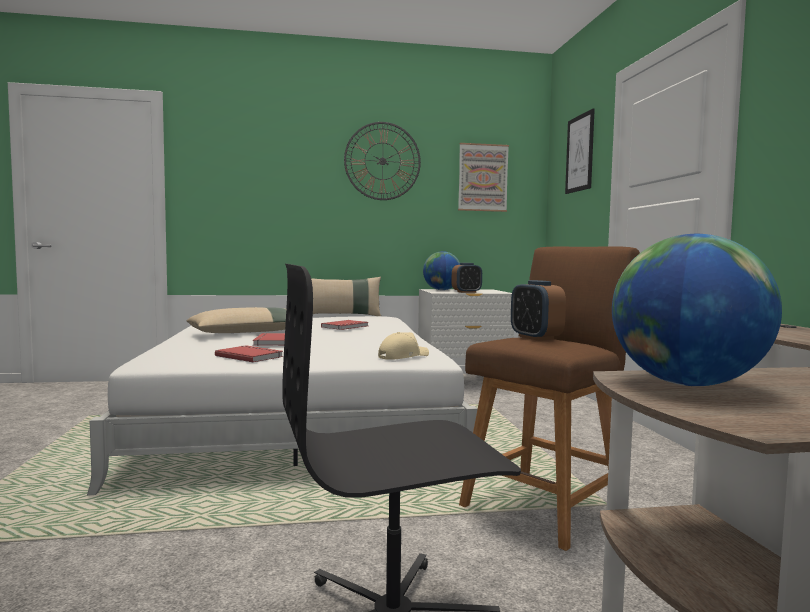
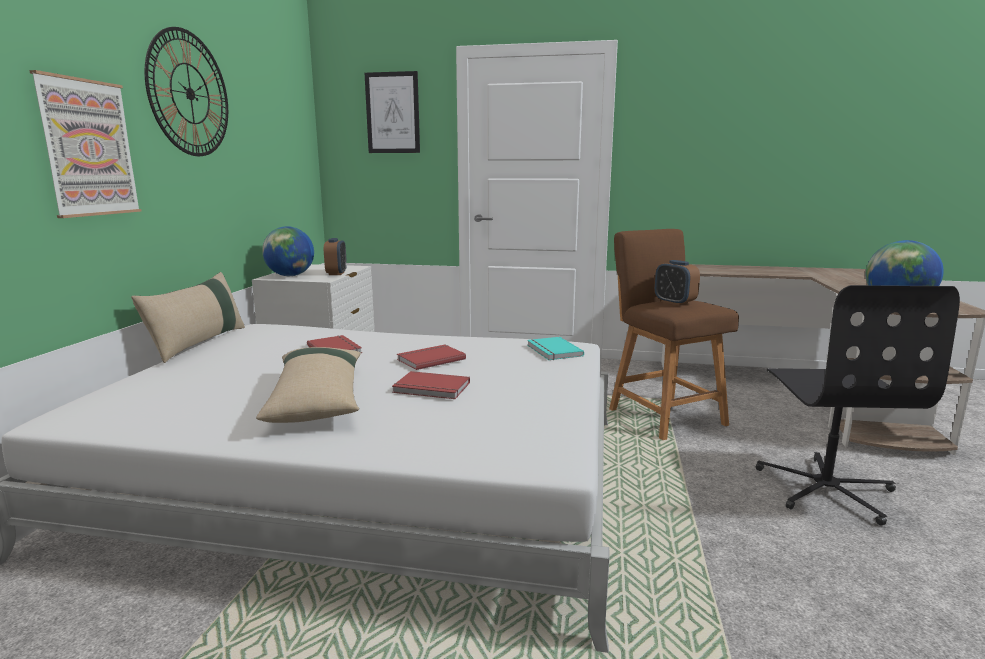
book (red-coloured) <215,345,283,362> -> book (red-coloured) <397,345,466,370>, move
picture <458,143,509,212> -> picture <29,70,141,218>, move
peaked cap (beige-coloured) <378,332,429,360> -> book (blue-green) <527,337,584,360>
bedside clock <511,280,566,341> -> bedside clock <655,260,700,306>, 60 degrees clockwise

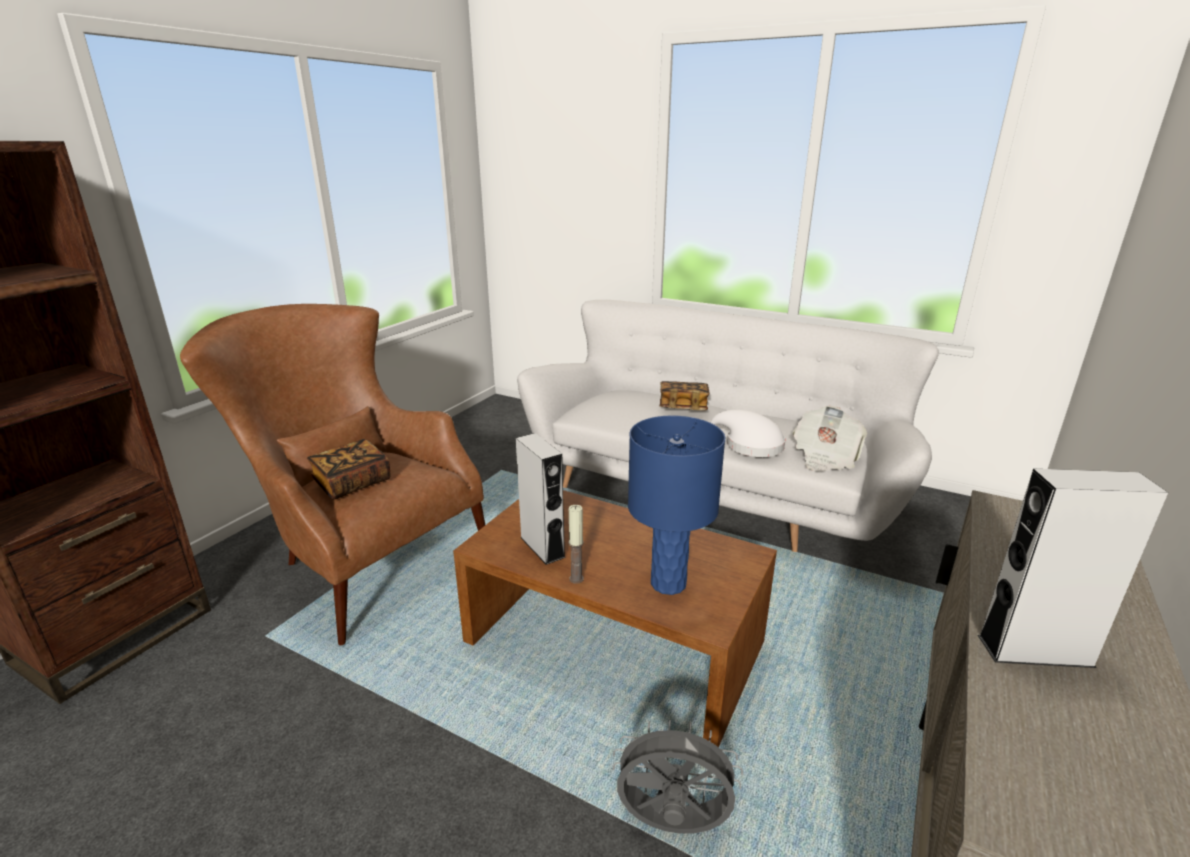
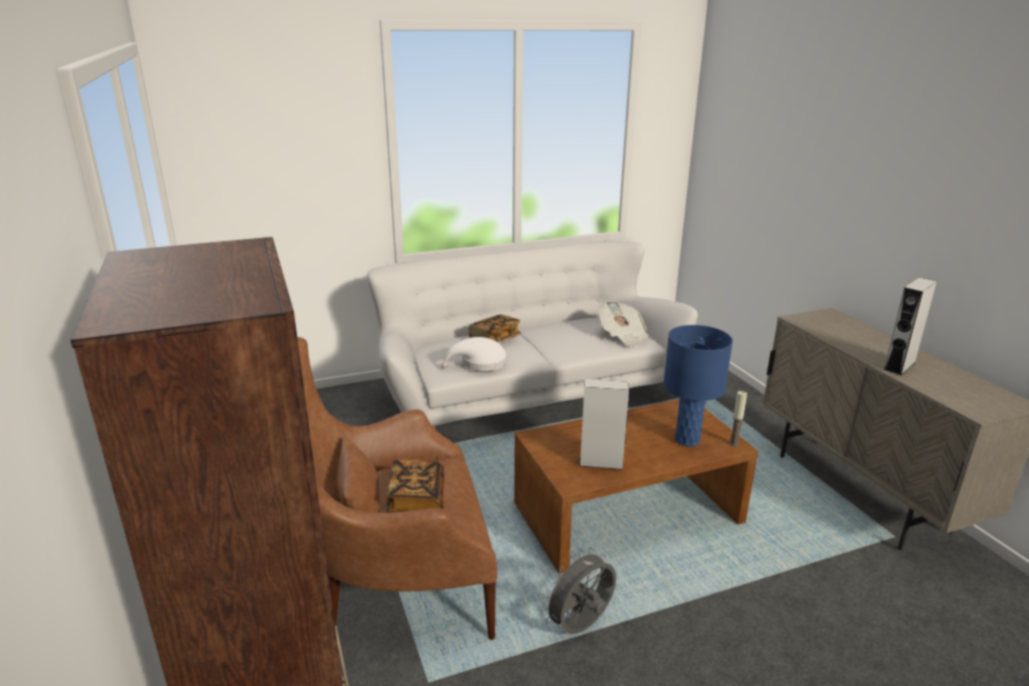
wax light <568,505,584,584> -> wax light <729,391,747,447>, move
electric fan (grey) <613,719,743,834> -> electric fan (grey) <542,547,616,634>, move
hat (white) <710,410,785,457> -> hat (white) <441,337,507,371>, move

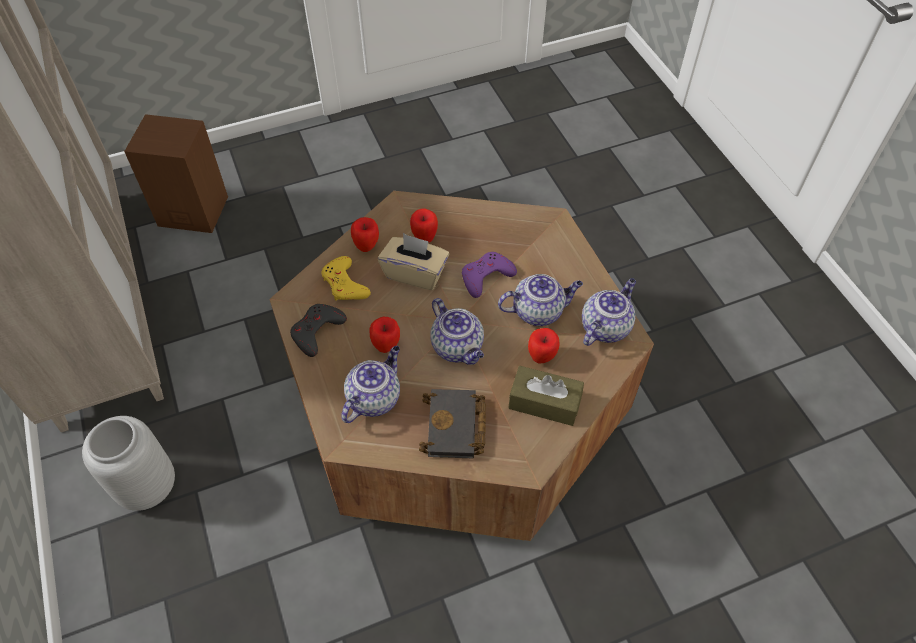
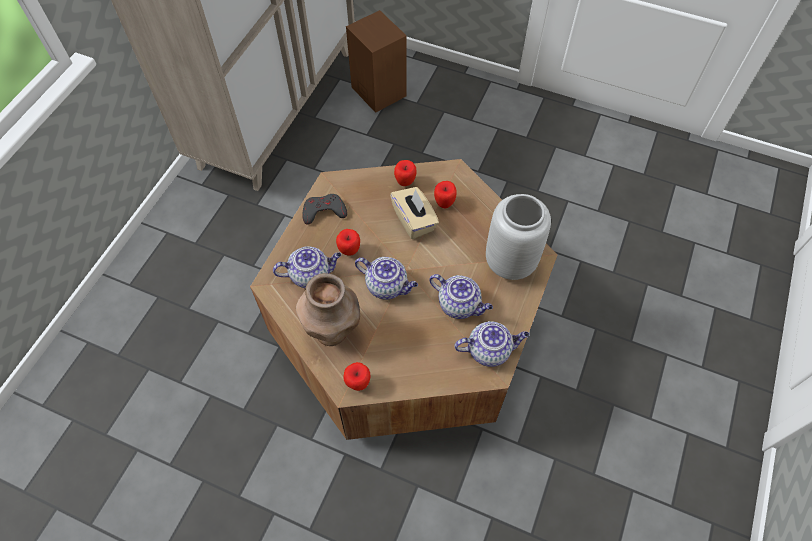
game controller (yellow-coloured) <322,256,371,301> -> none
game controller (purple-coloured) <462,252,517,298> -> none
tissue holder (brownish) <509,366,584,426> -> none
decorative vase (grey) <82,416,175,511> -> decorative vase (grey) <486,194,551,280>, move
apple fruit <528,328,560,364> -> apple fruit <343,362,370,391>, move
book (blackish) <419,389,486,458> -> decorative vase (brownish) <296,273,360,346>
tea pot <430,298,484,365> -> tea pot <355,257,418,300>, 75 degrees counterclockwise

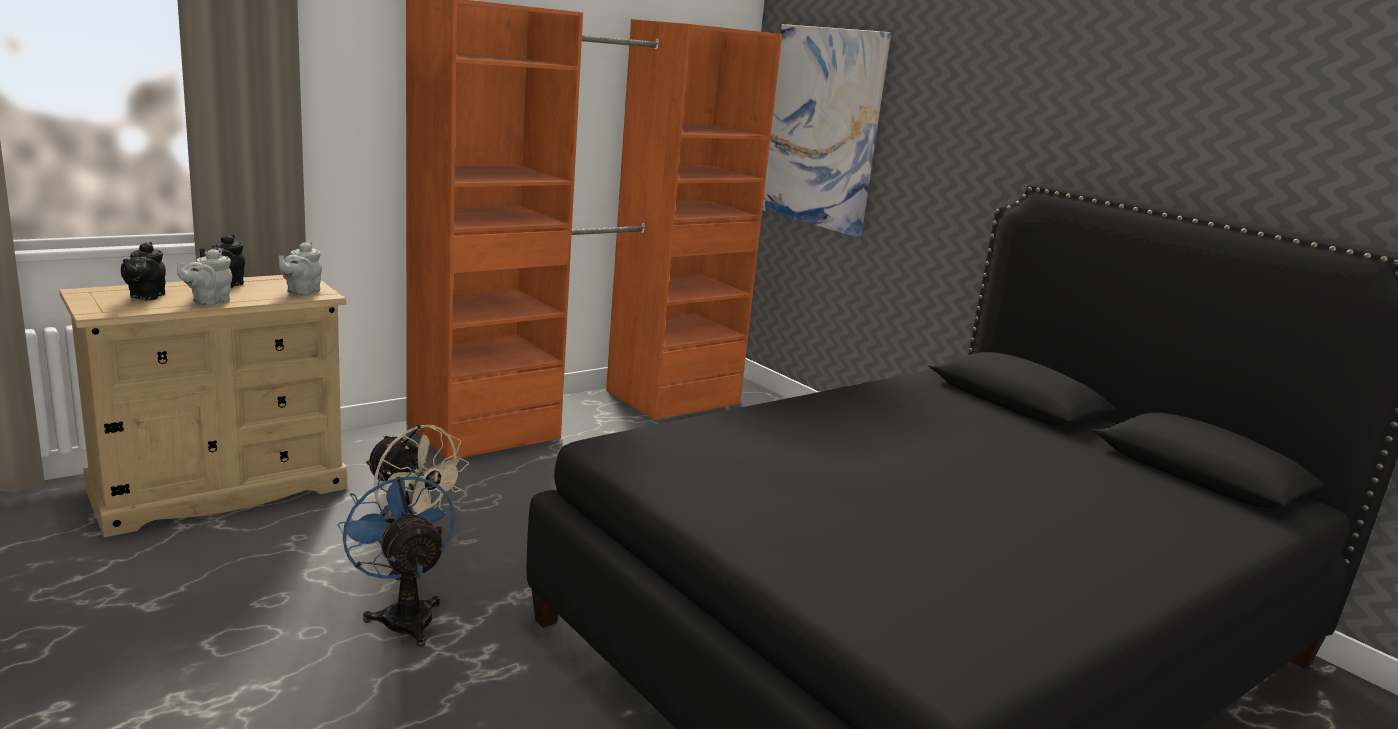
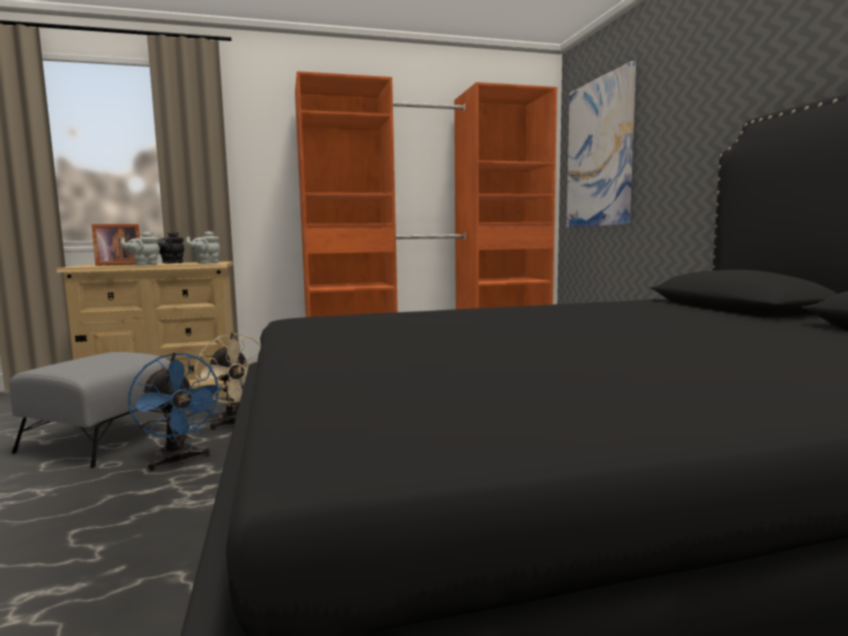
none -> footrest (grey) <9,352,170,468>
tea pot (blackish) <121,242,166,300> -> photo frame <91,224,140,266>
electric fan (bluish) <338,469,455,646> -> electric fan (bluish) <128,353,224,471>, 150 degrees clockwise

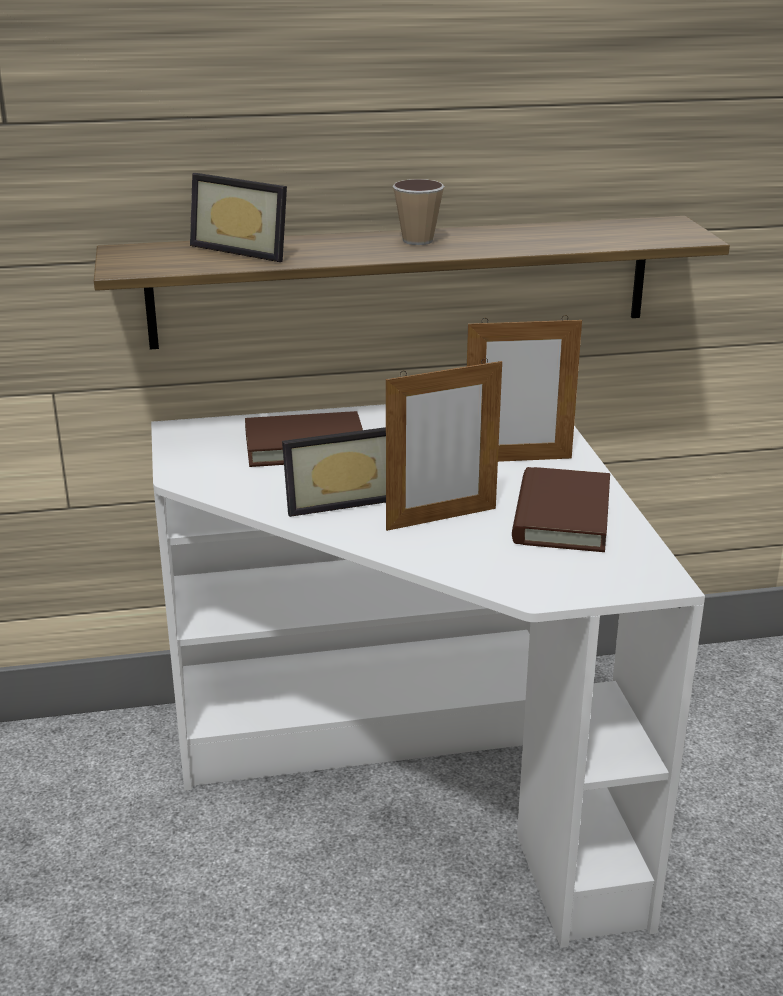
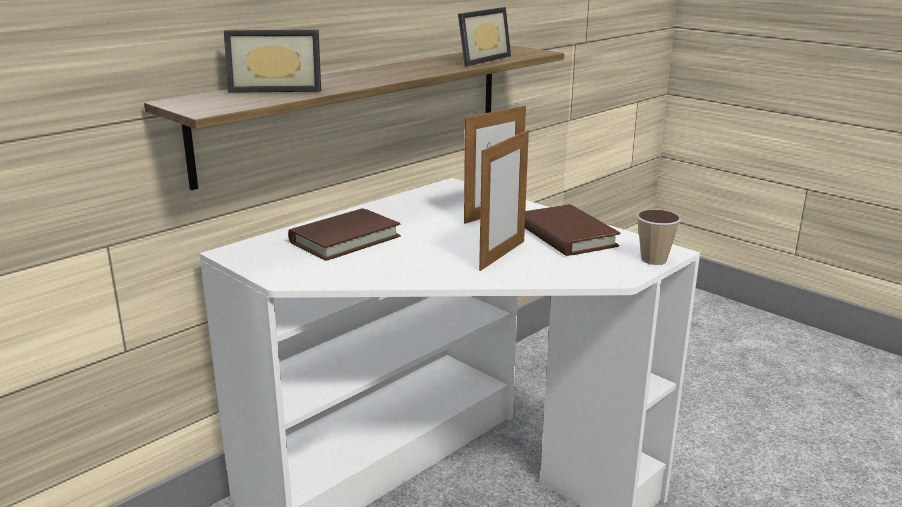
photo frame <282,427,386,517> -> photo frame <458,7,511,66>, move
cup <393,179,444,245> -> cup <637,209,681,265>, move

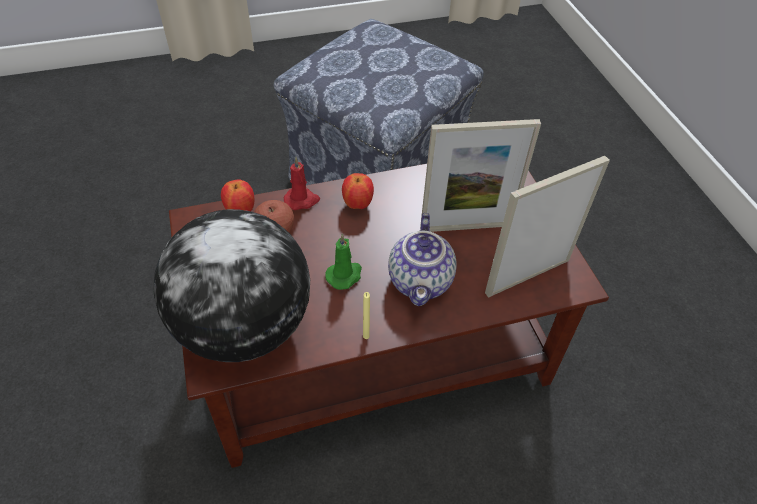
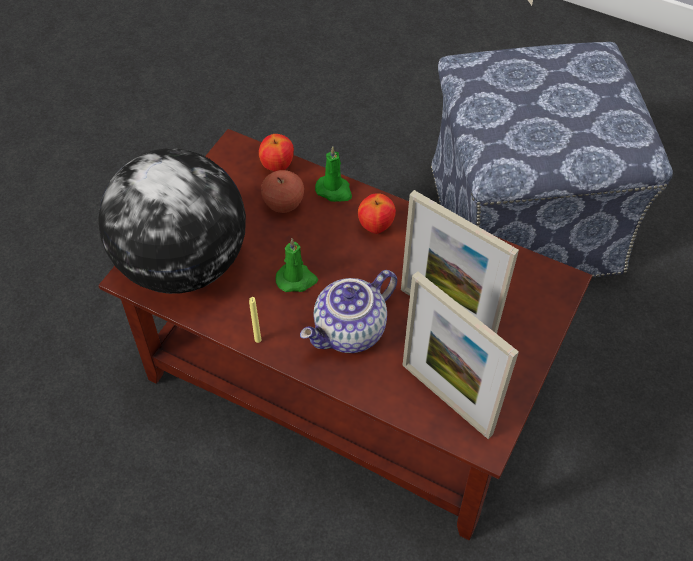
wax light (red-coloured) <284,157,320,210> -> wax light (green) <315,146,352,202>
photo frame <485,156,610,298> -> photo frame <403,271,519,439>, 150 degrees counterclockwise

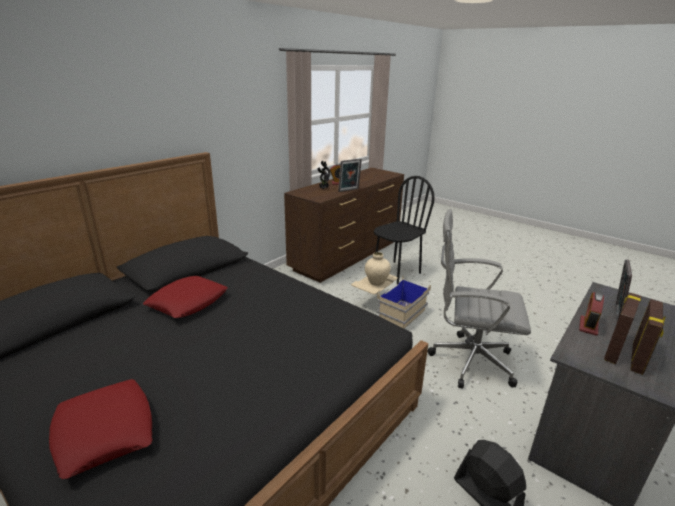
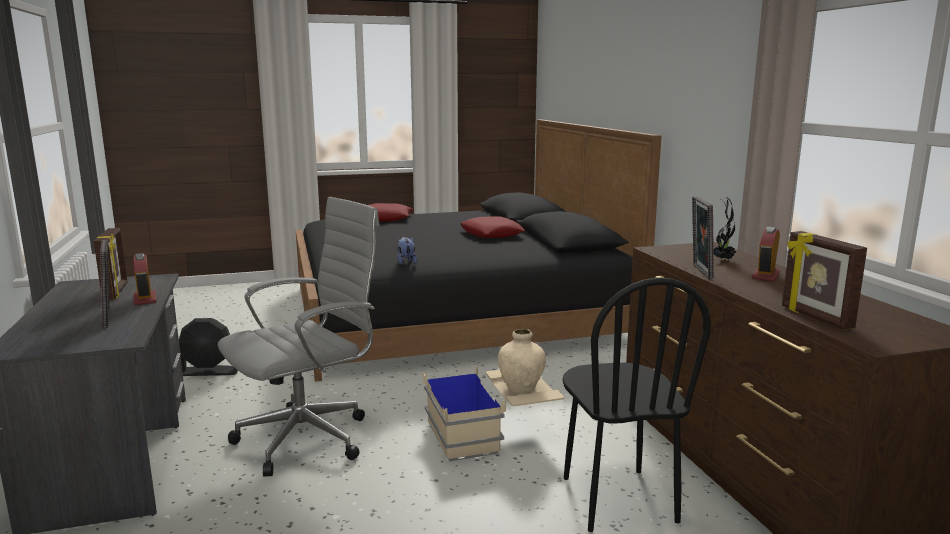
none -> soft toy <397,236,417,265>
photo frame <630,299,665,375> -> photo frame <782,231,867,330>, move

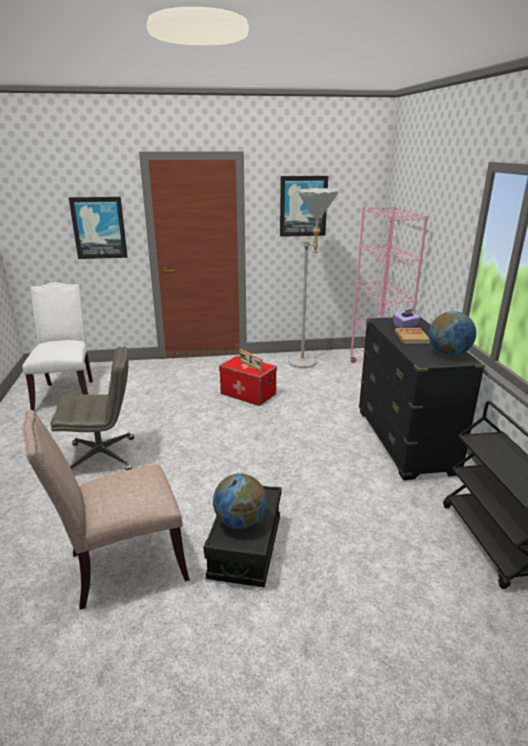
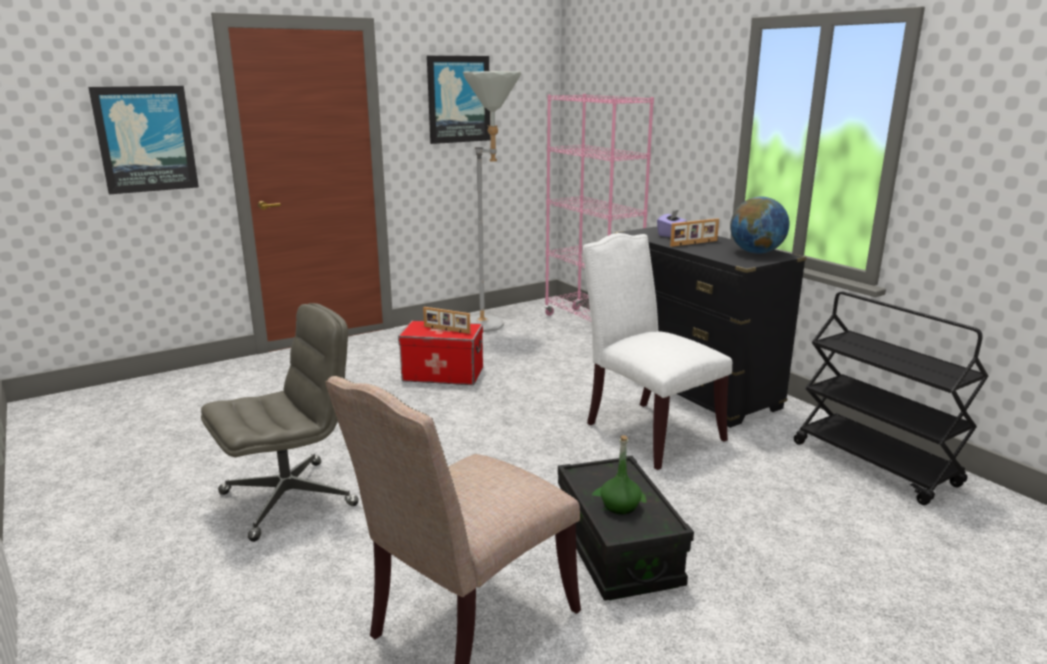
plain chair (white) <22,283,93,411> -> plain chair (white) <583,233,732,470>, move
world globe <213,473,267,529> -> bottle (green) <600,435,642,514>
book <395,328,430,344> -> photo frame <670,218,719,247>

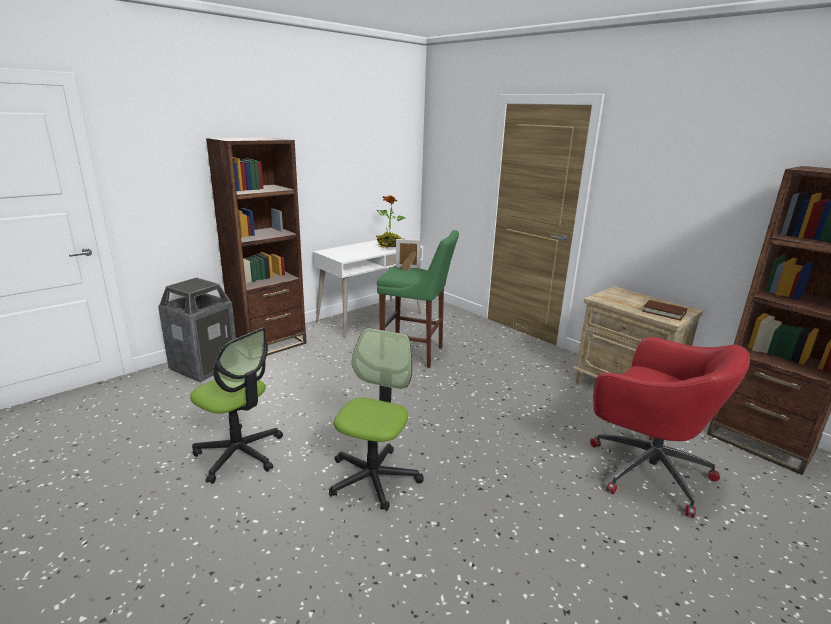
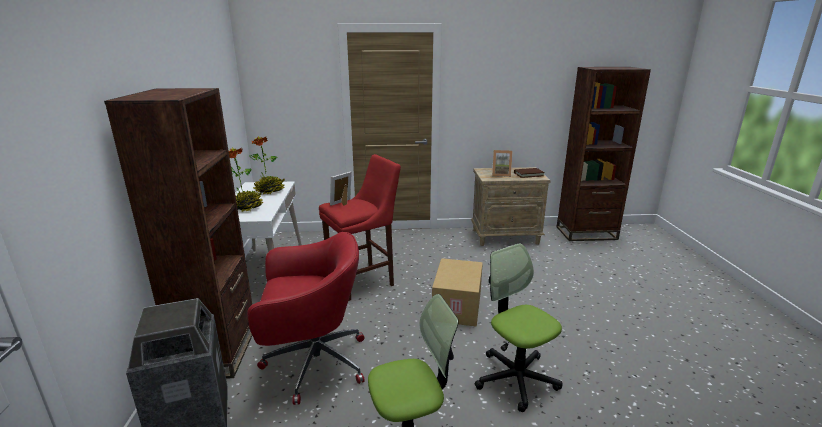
none -> plant in a pot <229,148,263,212>
none -> cardboard box <432,258,483,327>
none -> photo frame <492,150,512,177>
computer chair (red-coloured) <590,337,750,518> -> computer chair (red-coloured) <247,232,365,405>, move
stool seat (green) <377,230,459,368> -> stool seat (red-coloured) <319,154,401,301>

